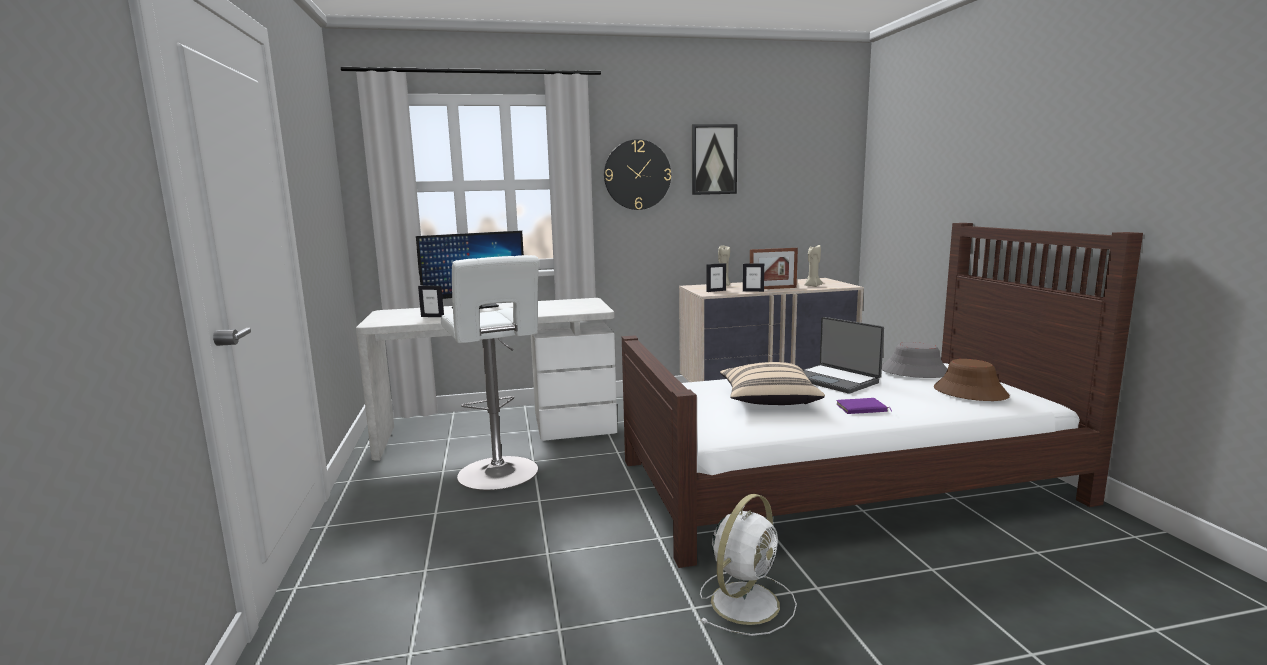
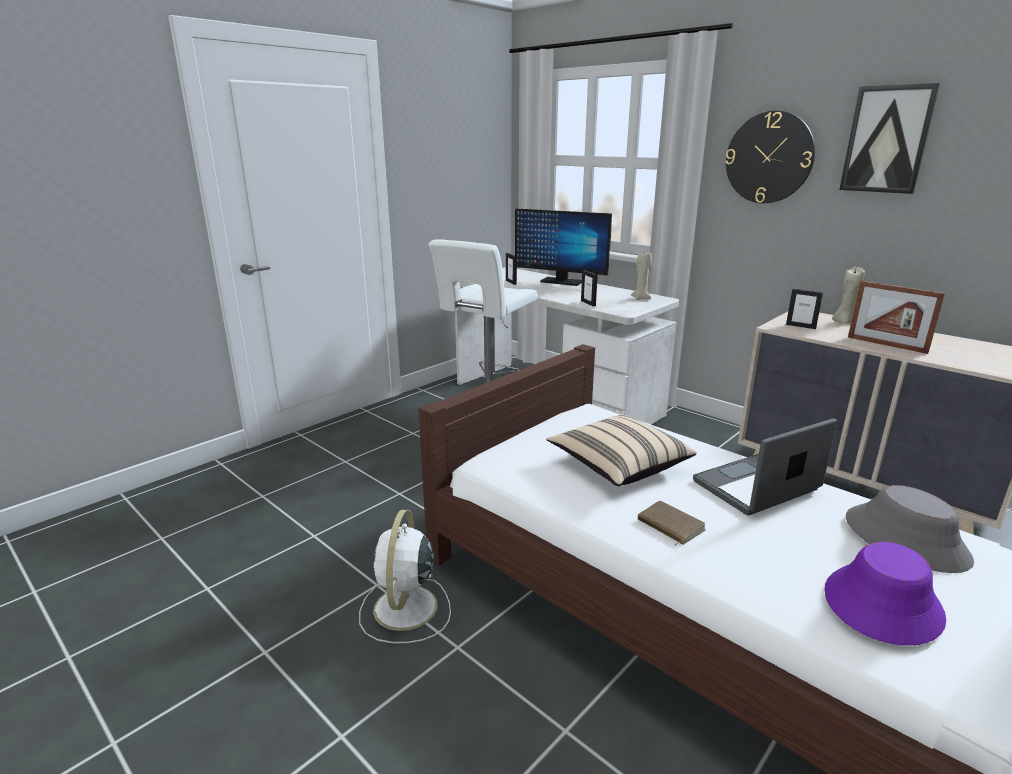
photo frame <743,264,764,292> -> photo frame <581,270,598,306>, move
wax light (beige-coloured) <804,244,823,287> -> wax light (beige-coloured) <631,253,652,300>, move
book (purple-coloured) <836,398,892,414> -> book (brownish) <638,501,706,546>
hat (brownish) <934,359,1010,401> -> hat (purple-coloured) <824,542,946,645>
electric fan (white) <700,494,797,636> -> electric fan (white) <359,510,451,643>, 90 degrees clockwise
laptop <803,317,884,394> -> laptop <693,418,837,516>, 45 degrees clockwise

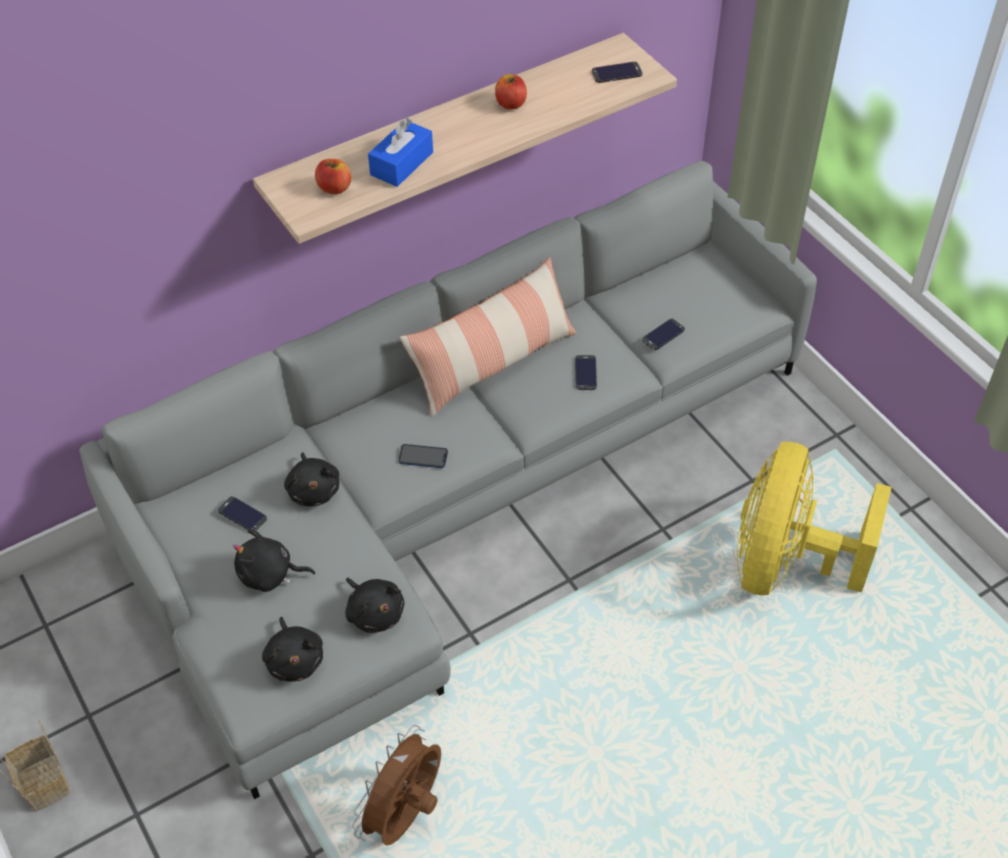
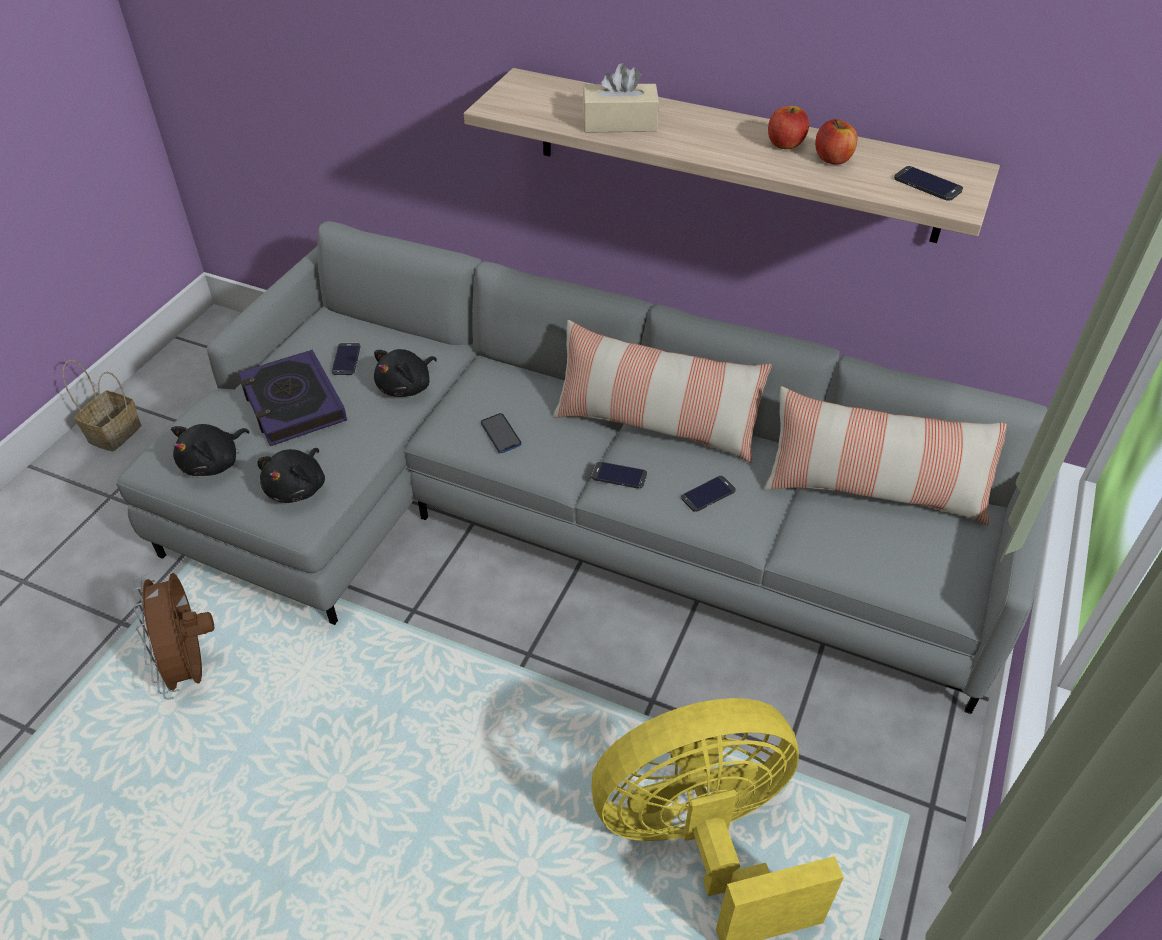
none -> pillow <764,386,1007,525>
apple fruit <315,159,351,194> -> apple fruit <815,119,857,165>, move
phone <642,319,685,350> -> phone <592,462,647,489>, move
soft toy (blackish) <233,529,315,592> -> book <238,350,347,446>
tissue holder (bluish) <368,118,433,187> -> tissue holder (beige-coloured) <583,63,659,133>
electric fan (brownish) <352,725,441,846> -> electric fan (brownish) <132,573,214,700>, 105 degrees counterclockwise

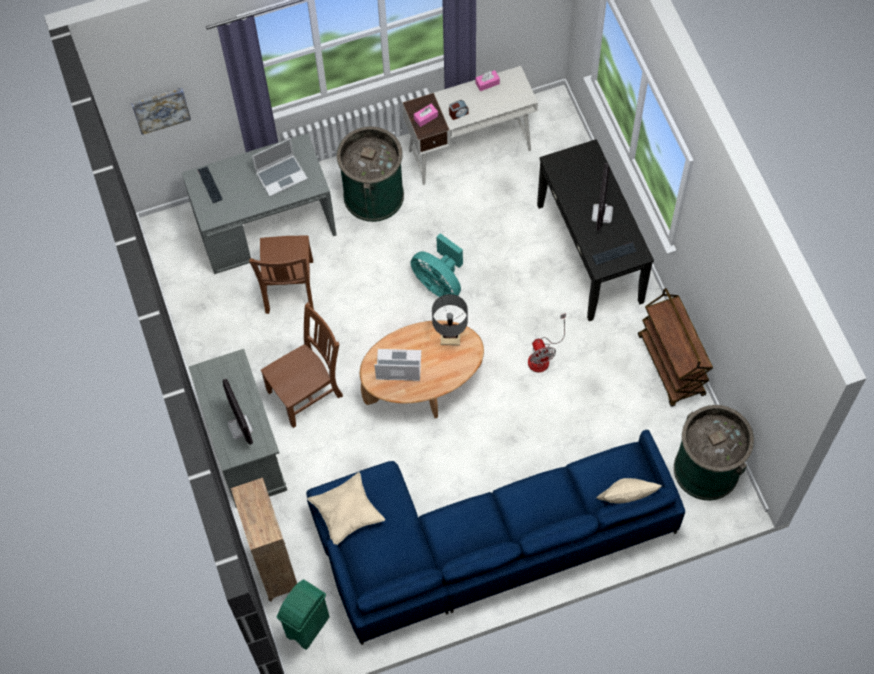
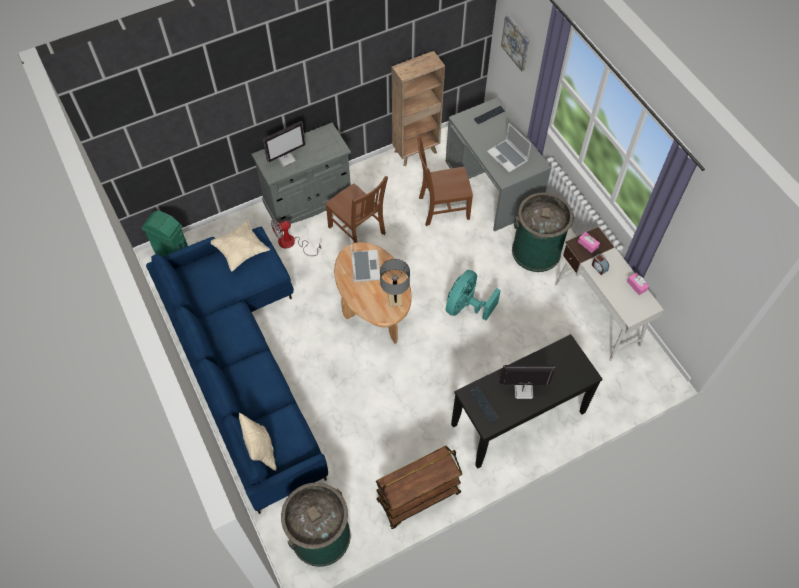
bookcase (brownish) <231,478,297,602> -> bookcase (brownish) <392,51,445,166>, move
electric fan <528,313,566,373> -> electric fan <271,219,321,256>, move

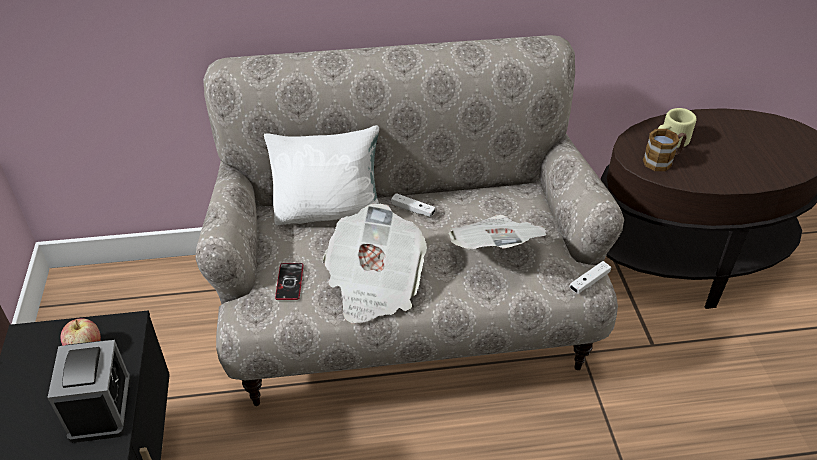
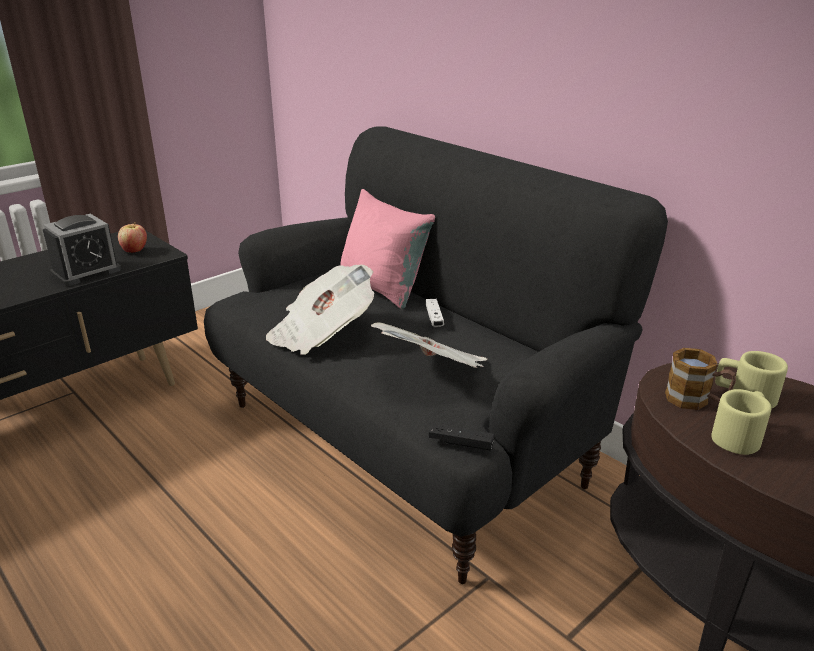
phone <275,263,303,300> -> none
none -> mug (beige-coloured) <711,389,771,455>
sofa (beige-coloured) <195,35,624,406> -> sofa (blackish) <204,126,668,584>
pillow (white) <264,125,379,225> -> pillow (pinkish) <340,189,435,309>
game controller (white) <569,261,611,294> -> game controller (blackish) <429,424,494,450>

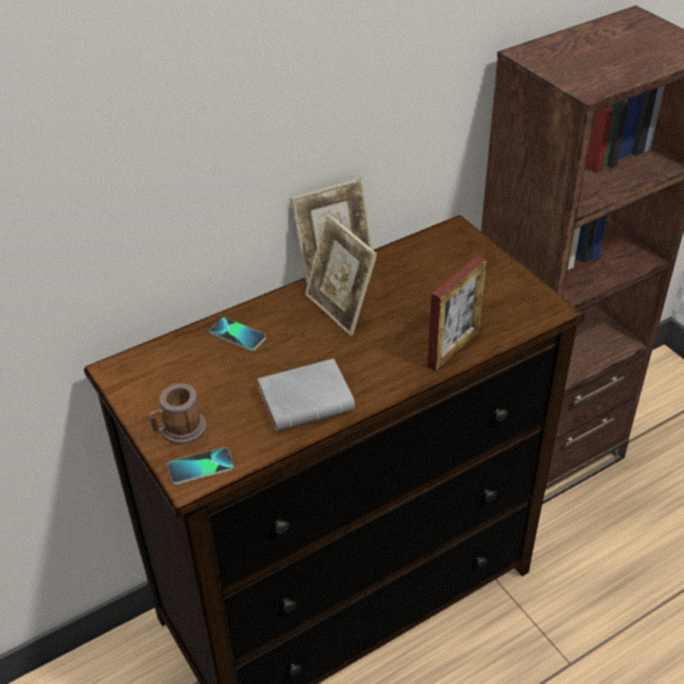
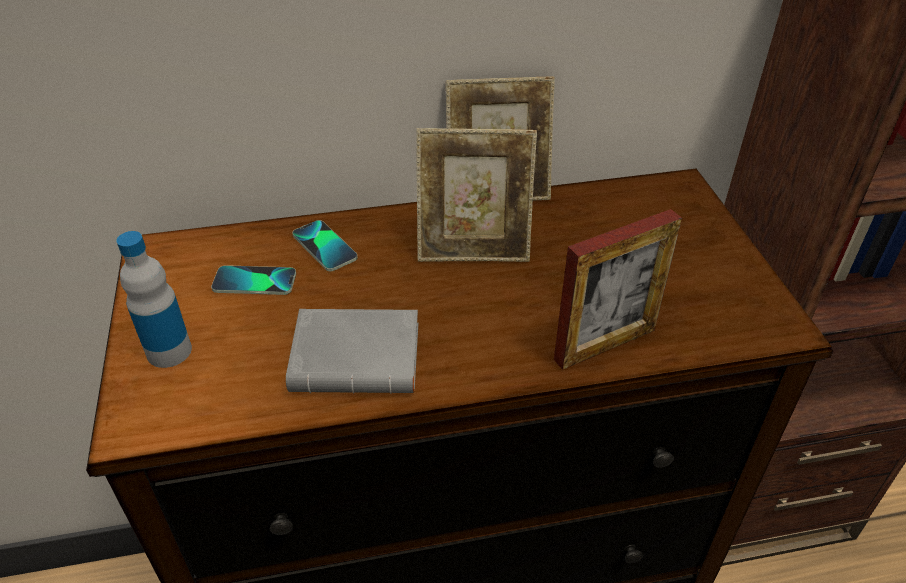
phone <167,447,234,484> -> phone <211,265,296,295>, move
mug <148,384,206,444> -> bottle <117,231,192,368>
photo frame <305,214,377,336> -> photo frame <416,128,537,262>, 75 degrees counterclockwise

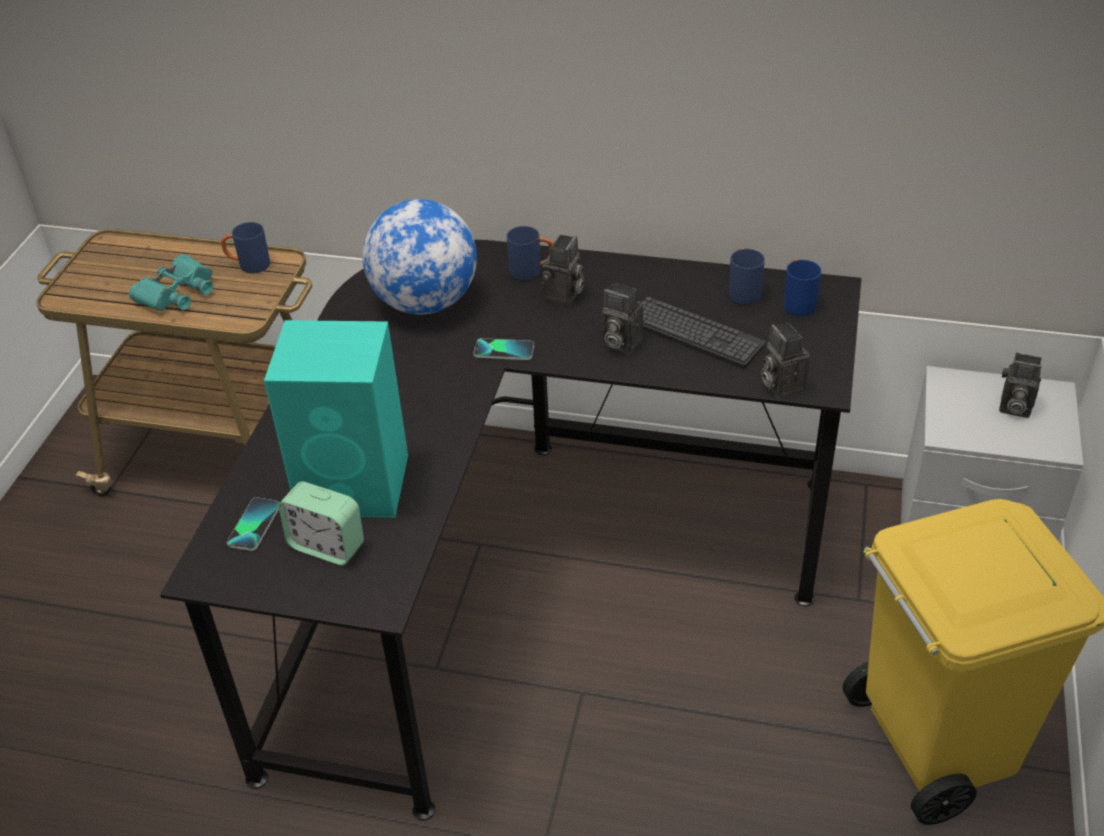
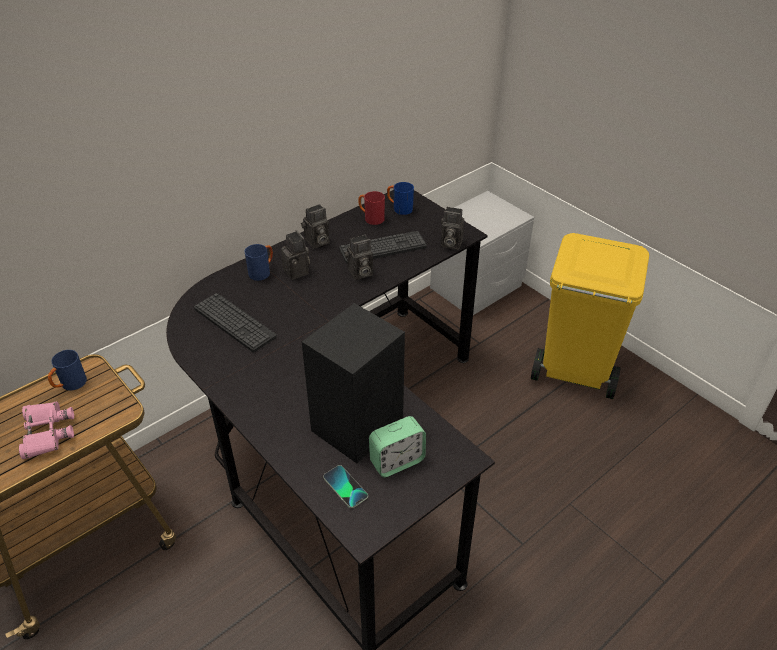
phone <474,338,534,360> -> none
photo camera <999,353,1042,418> -> photo camera <301,204,329,249>, move
world globe <362,199,477,314> -> keyboard <194,293,277,352>
field glasses (blue-green) <129,254,213,311> -> field glasses (pinkish) <19,401,74,459>
loudspeaker (blue-green) <264,320,408,518> -> loudspeaker (blackish) <302,303,405,463>
mug (bluish) <729,248,765,304> -> mug (red-coloured) <358,191,385,225>

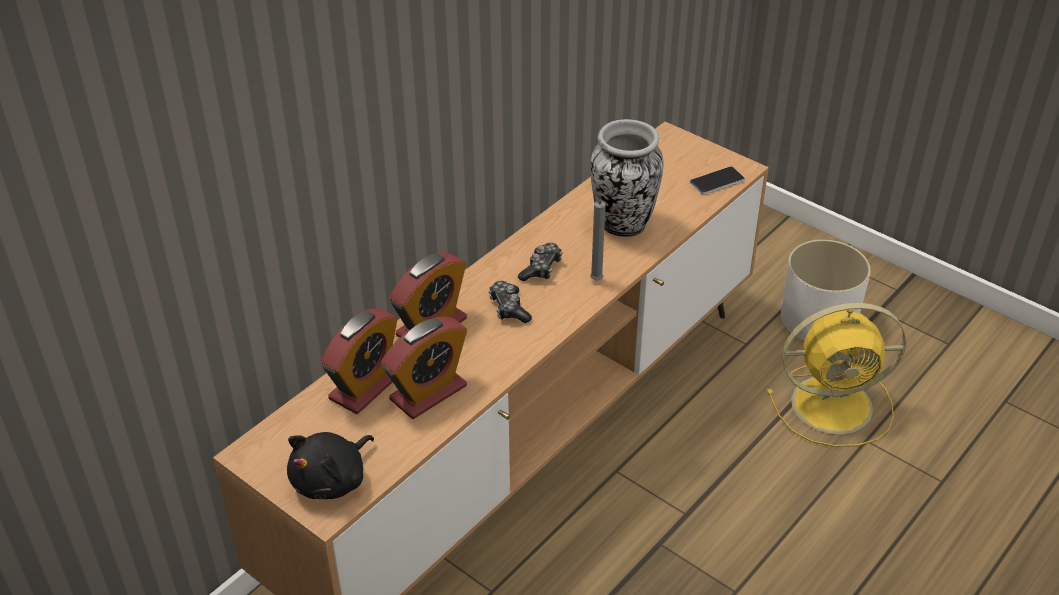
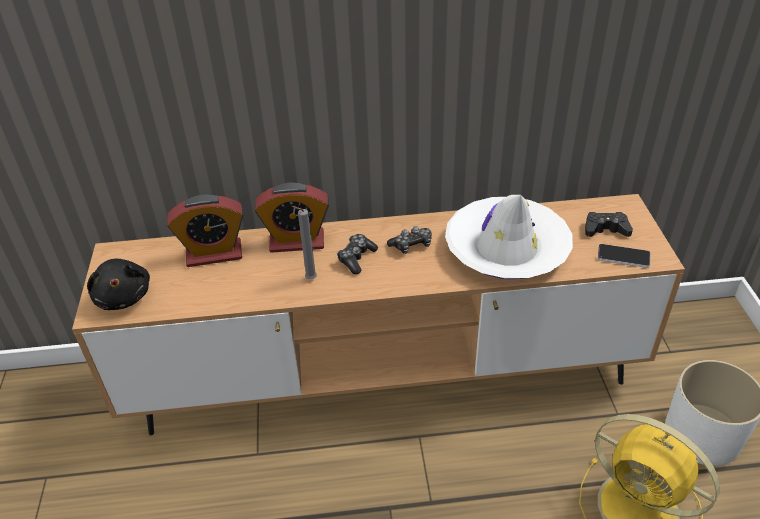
bedside clock <381,317,467,419> -> none
none -> game controller (blackish) <585,212,633,237>
wax light (grey) <590,201,606,280> -> wax light (grey) <292,206,317,279>, move
decorative vase <590,119,664,237> -> hat (white) <445,195,573,279>
soft toy (blackish) <287,432,374,499> -> soft toy (blackish) <87,259,150,310>, 105 degrees counterclockwise

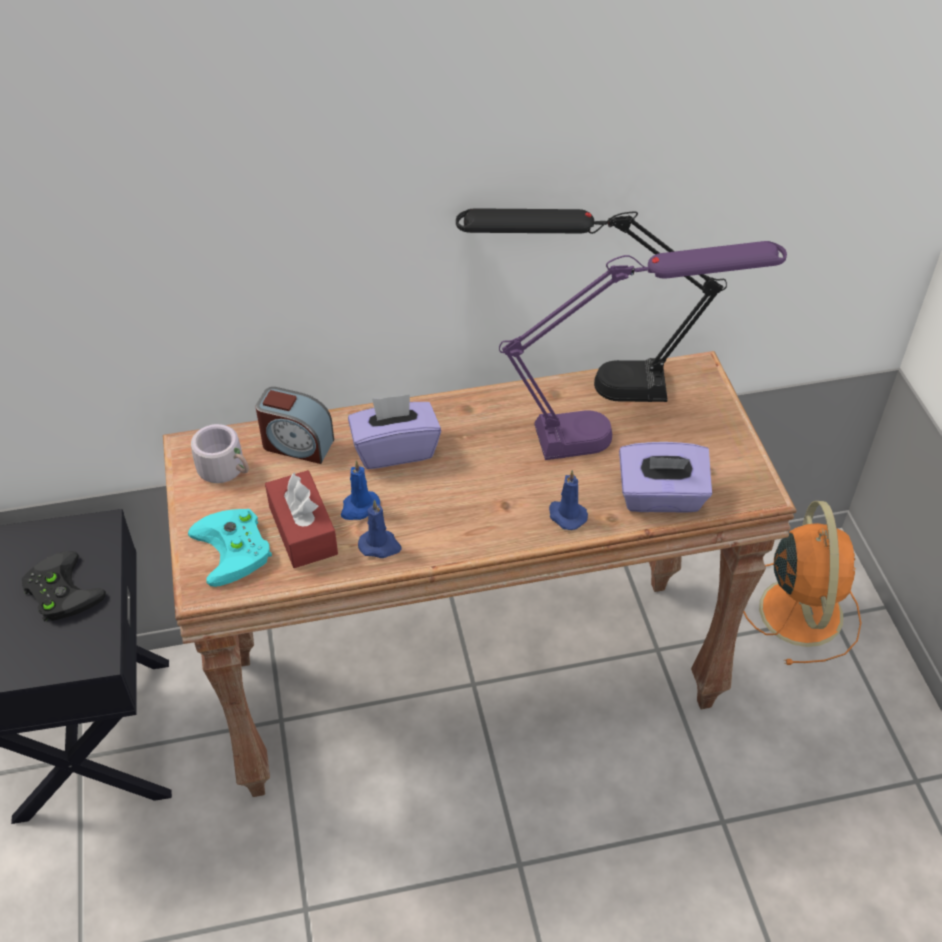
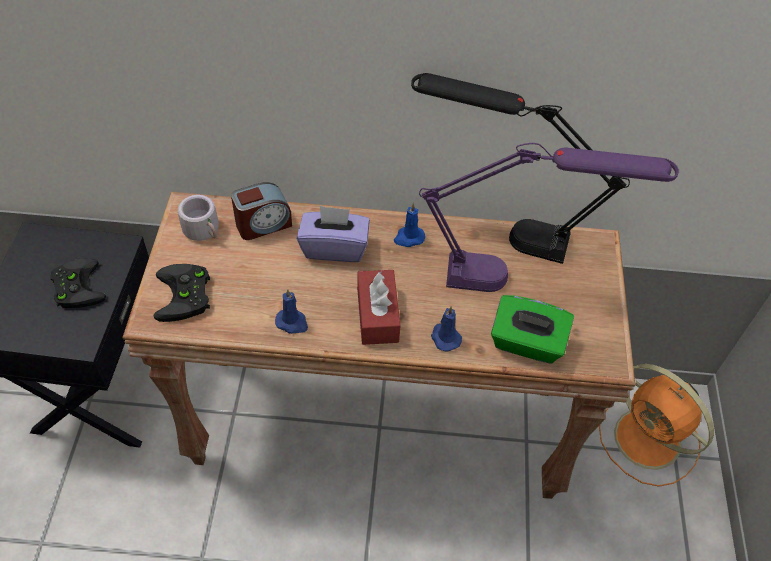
tissue holder (red-coloured) <265,470,338,568> -> tissue holder (red-coloured) <357,270,400,345>, move
wax light (bluish) <341,460,380,520> -> wax light (bluish) <394,203,425,247>, move
game controller (blue-green) <188,509,272,587> -> game controller (blackish) <153,264,210,322>
tissue holder (purple-coloured) <619,442,712,513> -> tissue holder (green) <491,295,574,364>
bedside clock <256,387,334,464> -> bedside clock <231,182,292,240>, 60 degrees counterclockwise
electric fan (orange-coloured) <743,501,861,665> -> electric fan (orange-coloured) <599,364,714,487>, 120 degrees clockwise

